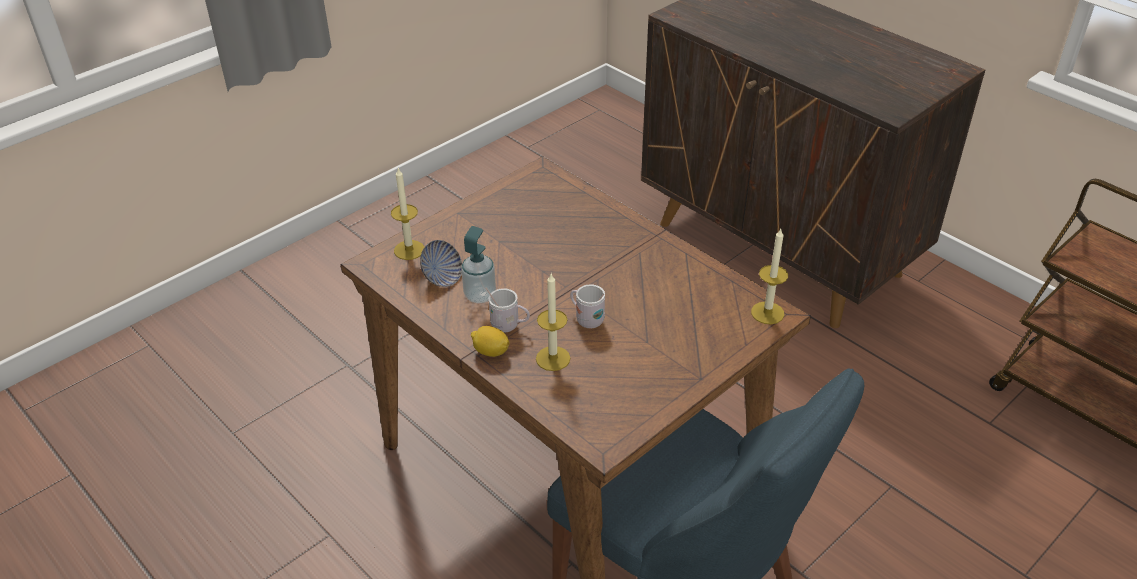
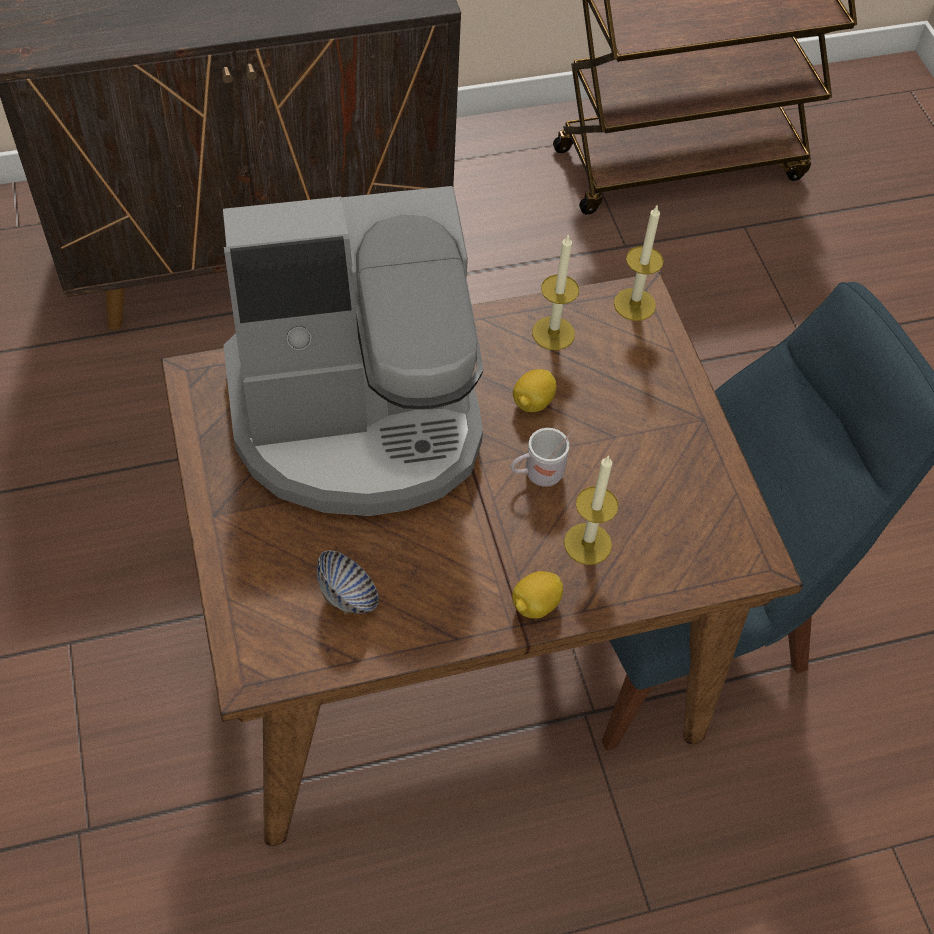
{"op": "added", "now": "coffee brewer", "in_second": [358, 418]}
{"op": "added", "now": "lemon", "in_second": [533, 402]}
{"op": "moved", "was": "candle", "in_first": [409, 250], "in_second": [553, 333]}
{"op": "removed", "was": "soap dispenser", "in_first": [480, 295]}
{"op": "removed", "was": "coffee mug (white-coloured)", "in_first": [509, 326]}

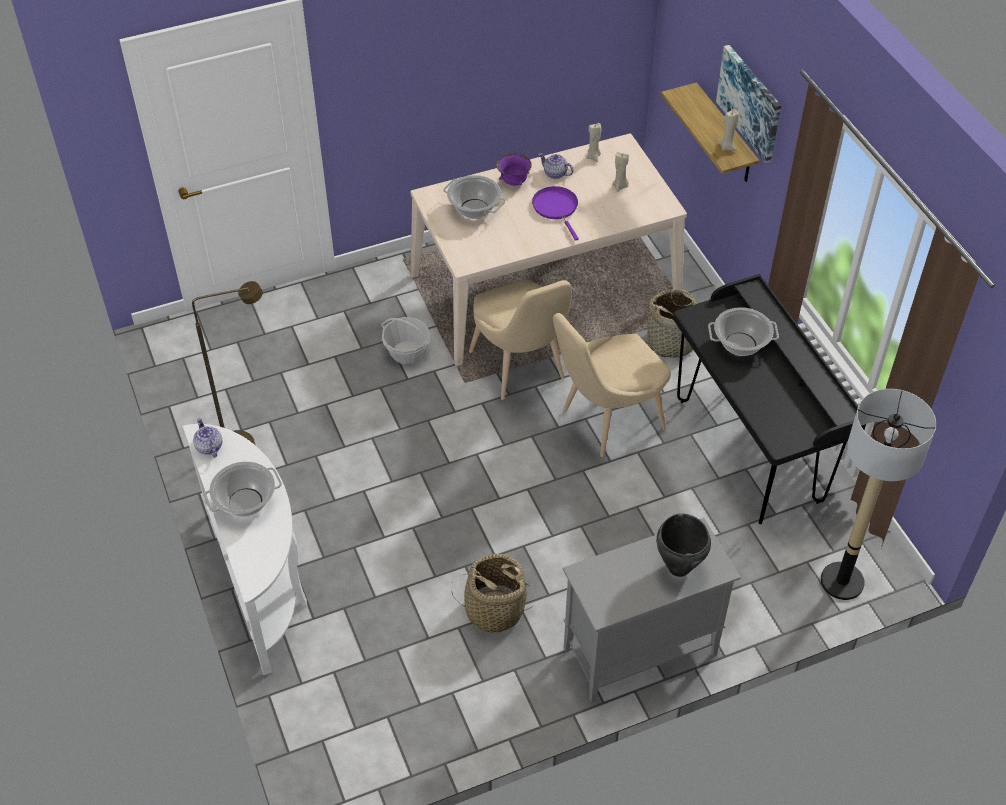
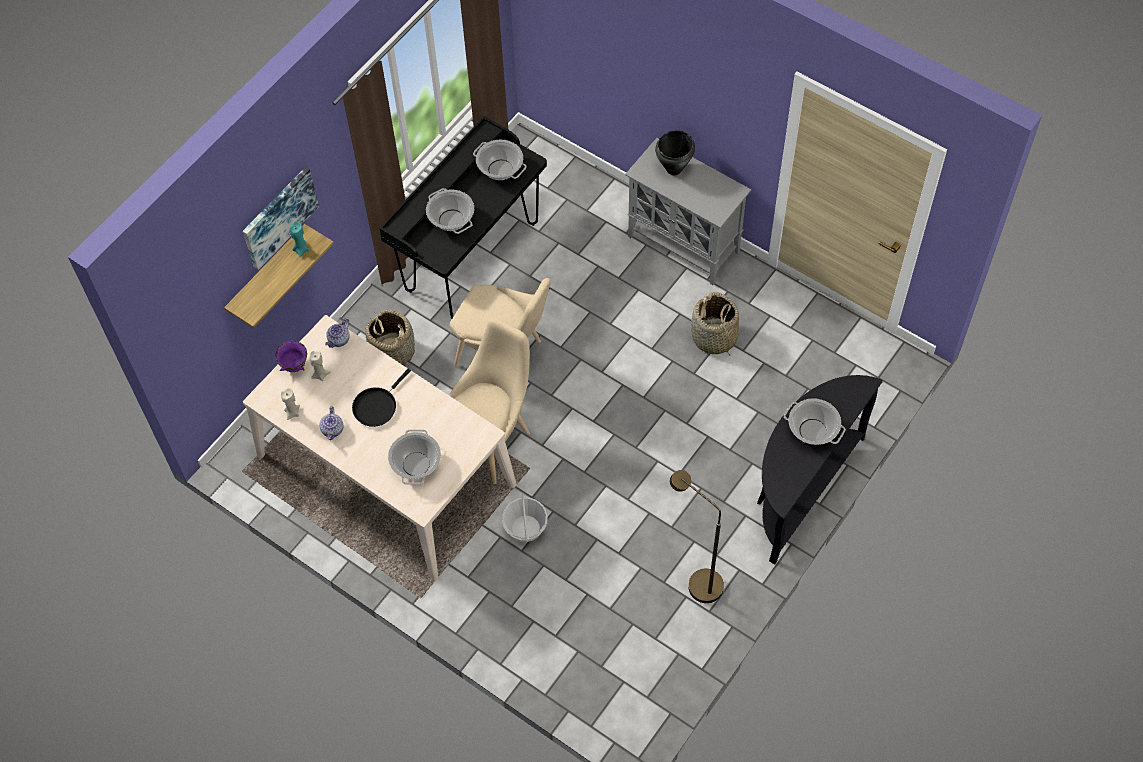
{"op": "moved", "was": "serving bowl (purple)", "in_first": [514, 182], "in_second": [294, 366]}
{"op": "recoloured", "was": "candle (sand-coloured)", "now": "candle (turquoise)", "in_first": [727, 147], "in_second": [301, 250]}
{"op": "moved", "was": "tea pot", "in_first": [209, 447], "in_second": [339, 340]}
{"op": "recoloured", "was": "skillet (purple)", "now": "skillet (black-coloured)", "in_first": [556, 208], "in_second": [377, 406]}
{"op": "added", "now": "saucepot", "in_second": [500, 170]}
{"op": "recoloured", "was": "console table (white-coloured)", "now": "console table (black-coloured)", "in_first": [262, 581], "in_second": [800, 488]}
{"op": "removed", "was": "standing lamp", "in_first": [842, 581]}

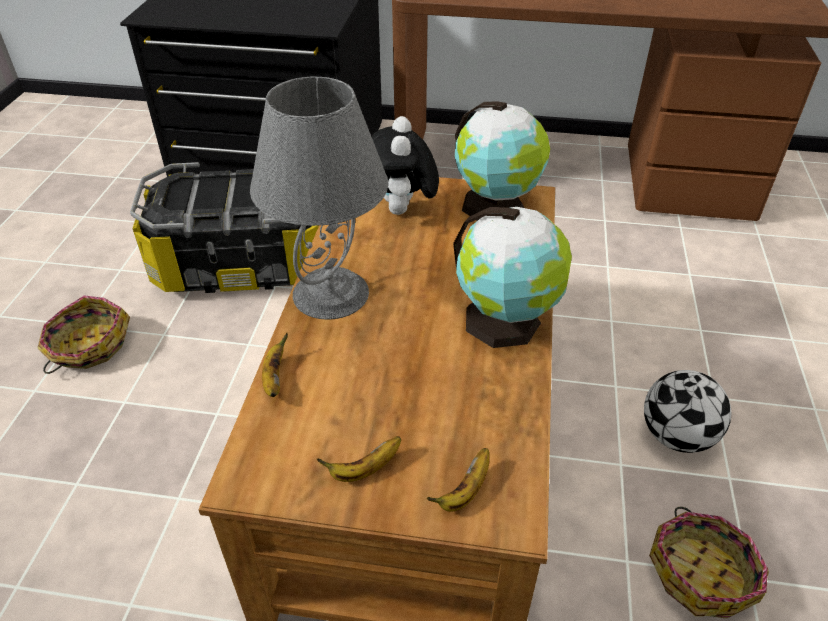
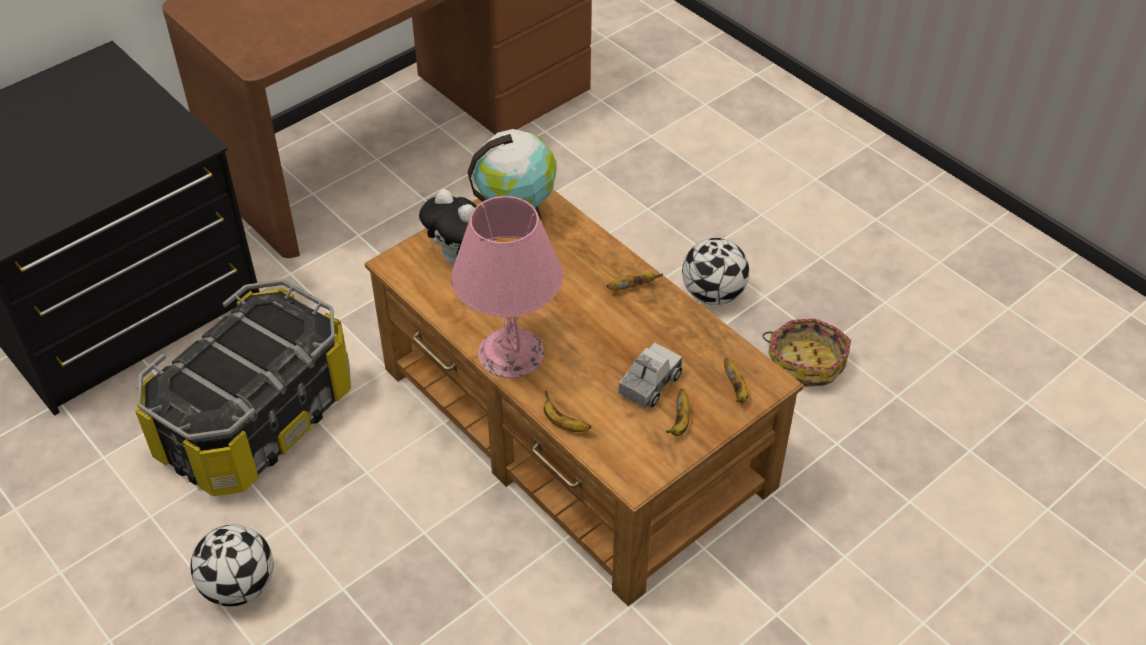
{"op": "replaced", "was": "household basket", "now": "football", "in_first": [88, 346], "in_second": [239, 586]}
{"op": "recoloured", "was": "tabletop lamp (grey)", "now": "tabletop lamp (pink)", "in_first": [331, 294], "in_second": [511, 353]}
{"op": "replaced", "was": "globe", "now": "whole banana", "in_first": [506, 322], "in_second": [632, 287]}
{"op": "added", "now": "model truck", "in_second": [649, 384]}

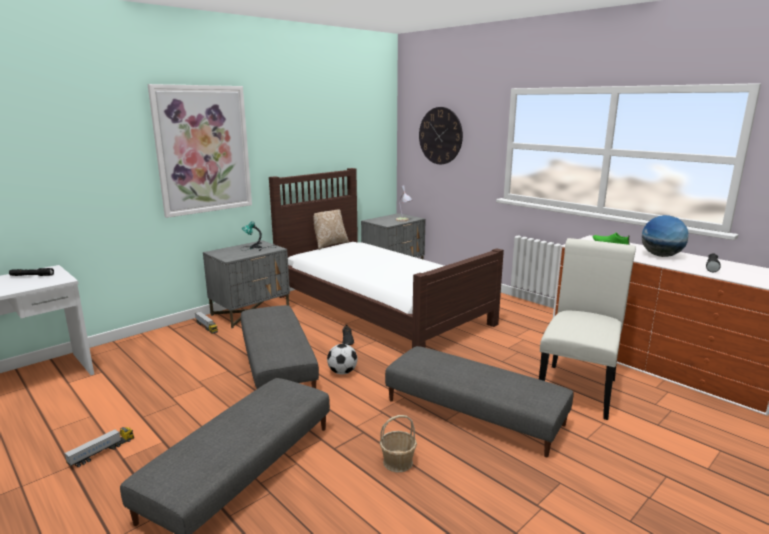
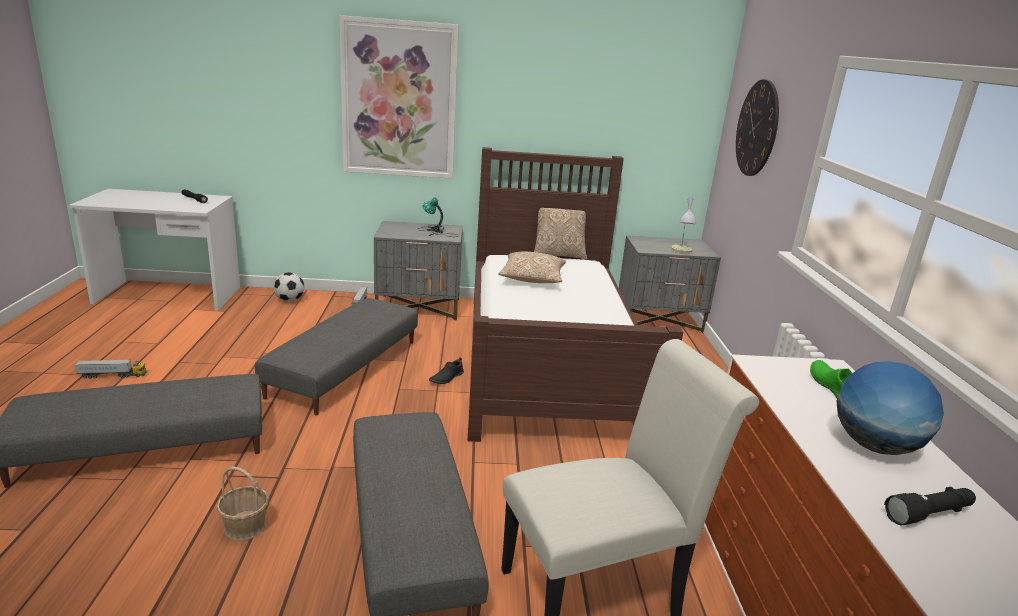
{"op": "moved", "was": "football", "in_first": [342, 372], "in_second": [290, 300]}
{"op": "added", "now": "cushion", "in_second": [532, 279]}

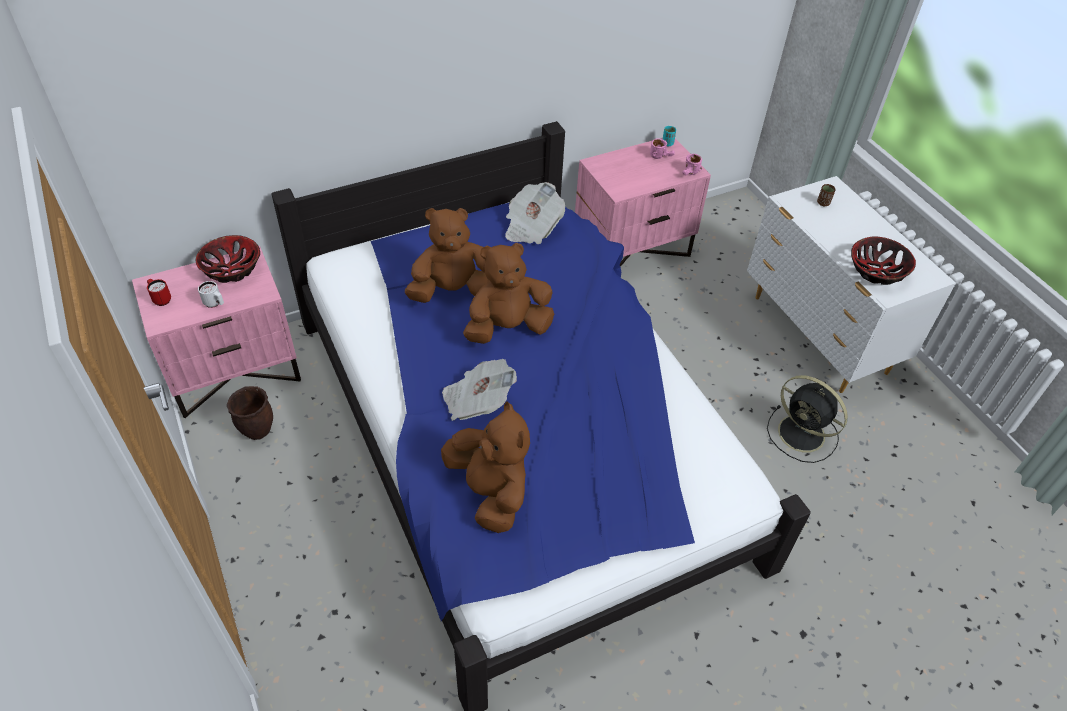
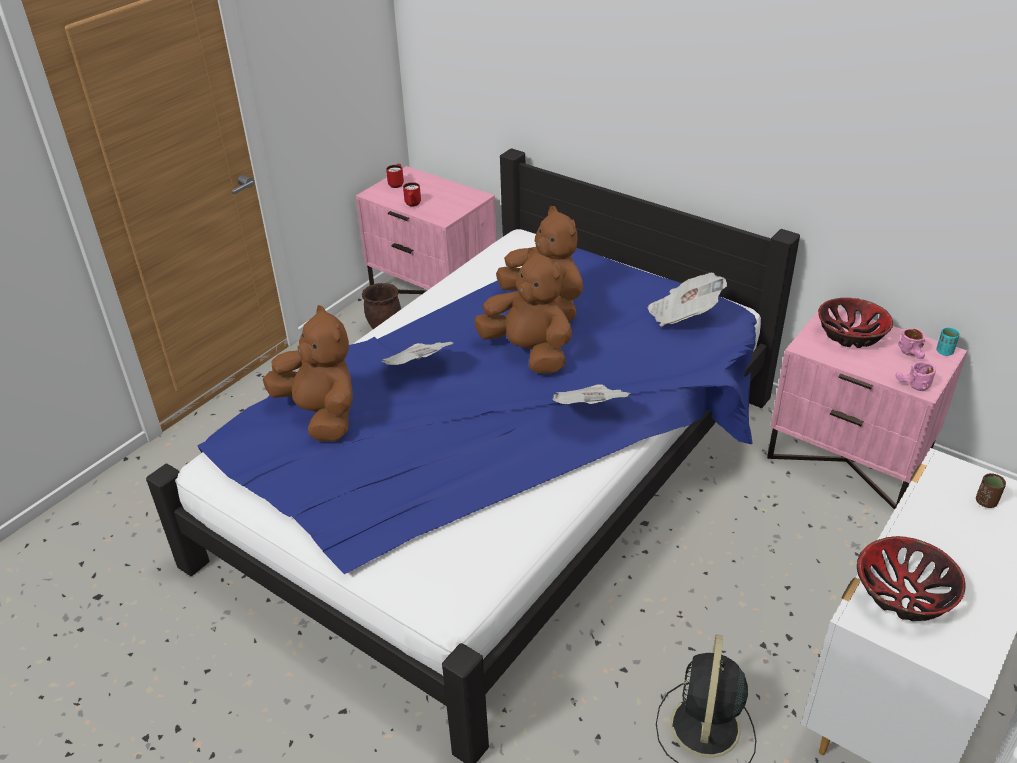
{"op": "turned", "was": "soft toy (brownish)", "in_first": [490, 492], "in_second": [321, 415], "clockwise": -75}
{"op": "recoloured", "was": "coffee mug (white-coloured)", "now": "coffee mug (red)", "in_first": [215, 304], "in_second": [412, 205]}
{"op": "added", "now": "newspaper", "in_second": [590, 411]}
{"op": "moved", "was": "serving bowl", "in_first": [232, 269], "in_second": [851, 335]}

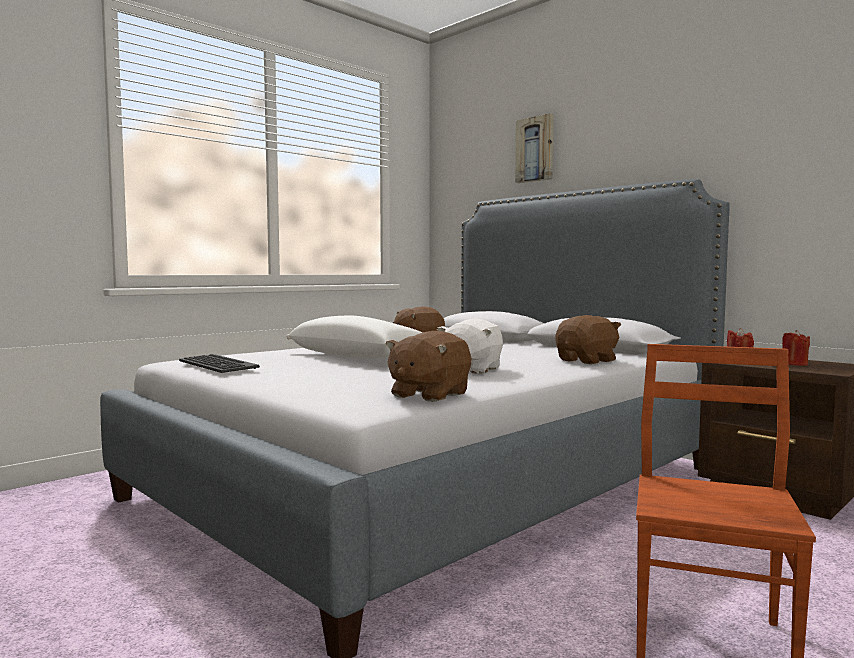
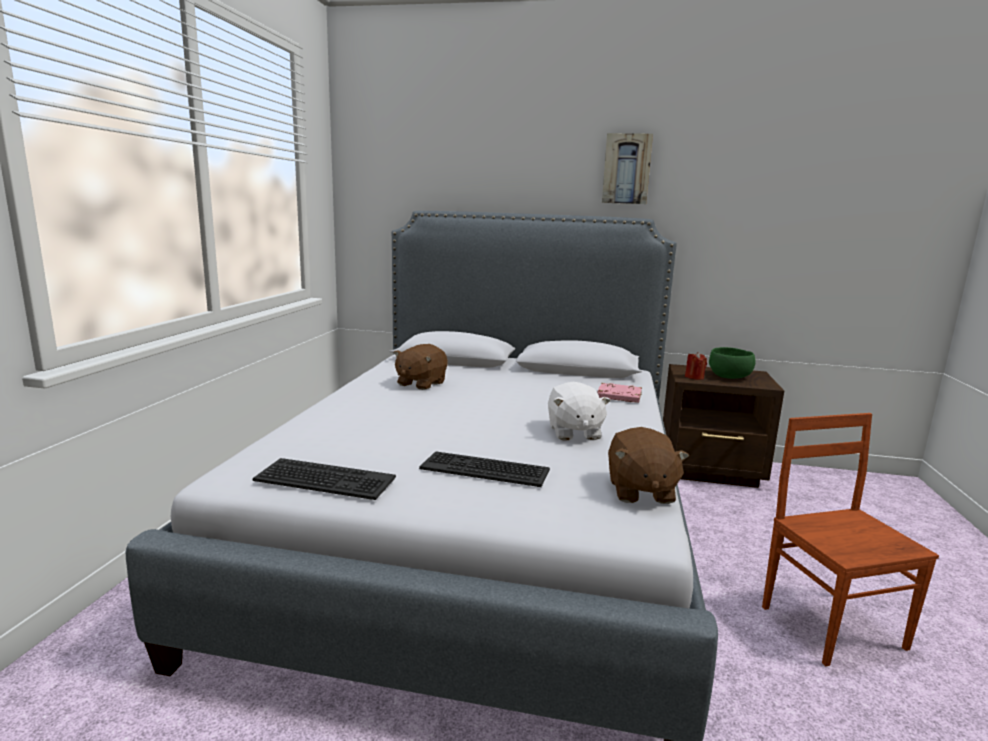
{"op": "added", "now": "computer keyboard", "in_second": [485, 469]}
{"op": "replaced", "was": "soft toy (brownish)", "now": "volume (pink)", "in_first": [587, 361], "in_second": [618, 397]}
{"op": "moved", "was": "wall art", "in_first": [535, 149], "in_second": [626, 169]}
{"op": "replaced", "was": "candle (red)", "now": "serving bowl (green-coloured)", "in_first": [794, 364], "in_second": [730, 377]}
{"op": "removed", "was": "cushion (white-coloured)", "in_first": [358, 356]}

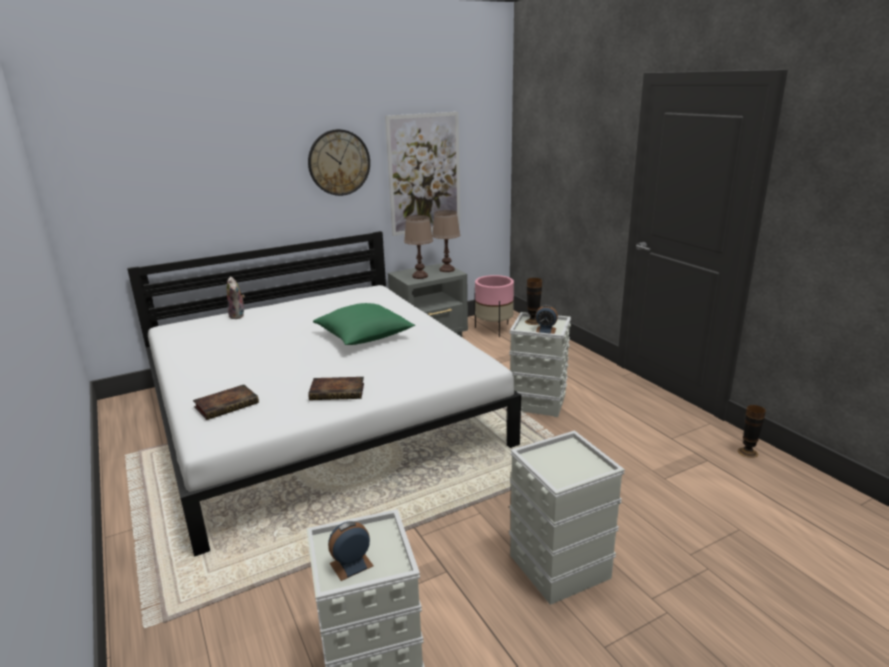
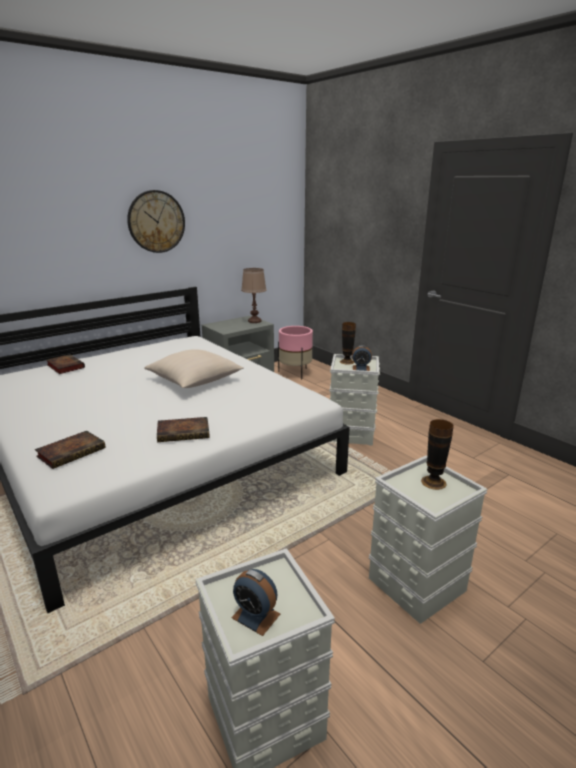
{"op": "replaced", "was": "soft toy", "now": "volume", "in_first": [238, 316], "in_second": [64, 366]}
{"op": "recoloured", "was": "cushion (green-coloured)", "now": "cushion (sand-coloured)", "in_first": [364, 336], "in_second": [194, 380]}
{"op": "turned", "was": "bedside clock", "in_first": [351, 564], "in_second": [256, 616], "clockwise": -105}
{"op": "moved", "was": "vase", "in_first": [747, 452], "in_second": [433, 482]}
{"op": "removed", "was": "wall art", "in_first": [424, 174]}
{"op": "removed", "was": "tabletop lamp (brownish)", "in_first": [419, 276]}

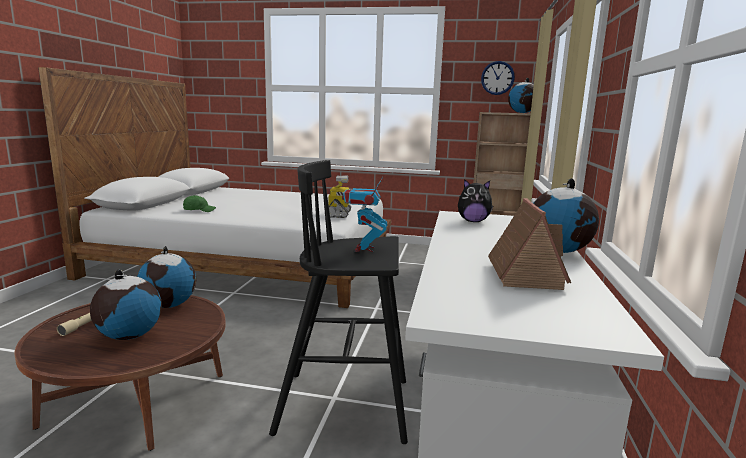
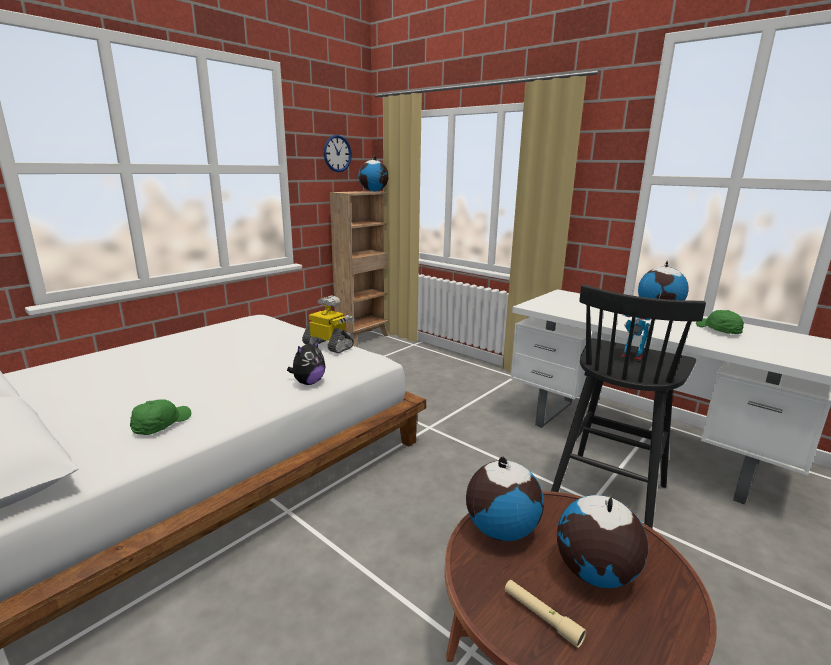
{"op": "moved", "was": "soft toy", "in_first": [473, 221], "in_second": [308, 382]}
{"op": "replaced", "was": "miniature house", "now": "baseball cap (green-coloured)", "in_first": [523, 274], "in_second": [717, 330]}

